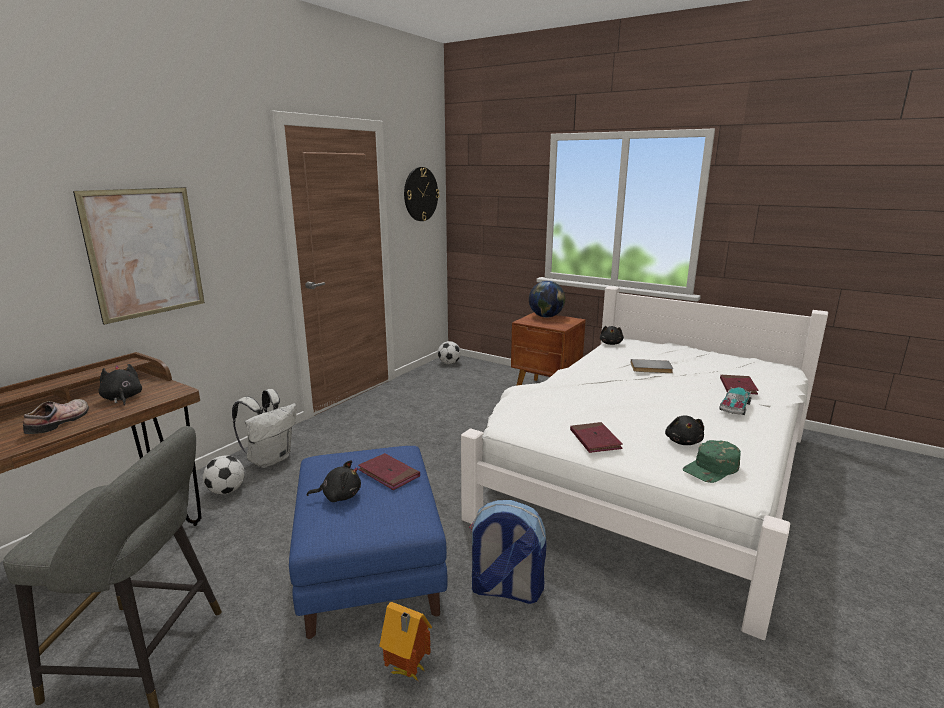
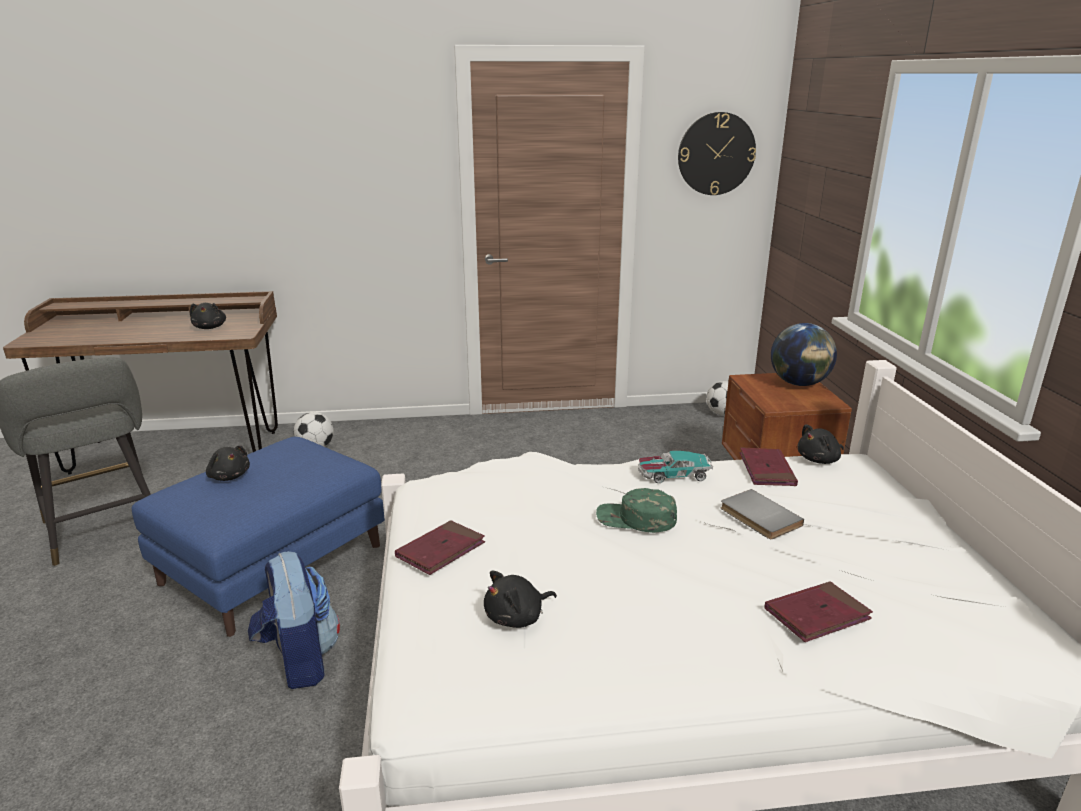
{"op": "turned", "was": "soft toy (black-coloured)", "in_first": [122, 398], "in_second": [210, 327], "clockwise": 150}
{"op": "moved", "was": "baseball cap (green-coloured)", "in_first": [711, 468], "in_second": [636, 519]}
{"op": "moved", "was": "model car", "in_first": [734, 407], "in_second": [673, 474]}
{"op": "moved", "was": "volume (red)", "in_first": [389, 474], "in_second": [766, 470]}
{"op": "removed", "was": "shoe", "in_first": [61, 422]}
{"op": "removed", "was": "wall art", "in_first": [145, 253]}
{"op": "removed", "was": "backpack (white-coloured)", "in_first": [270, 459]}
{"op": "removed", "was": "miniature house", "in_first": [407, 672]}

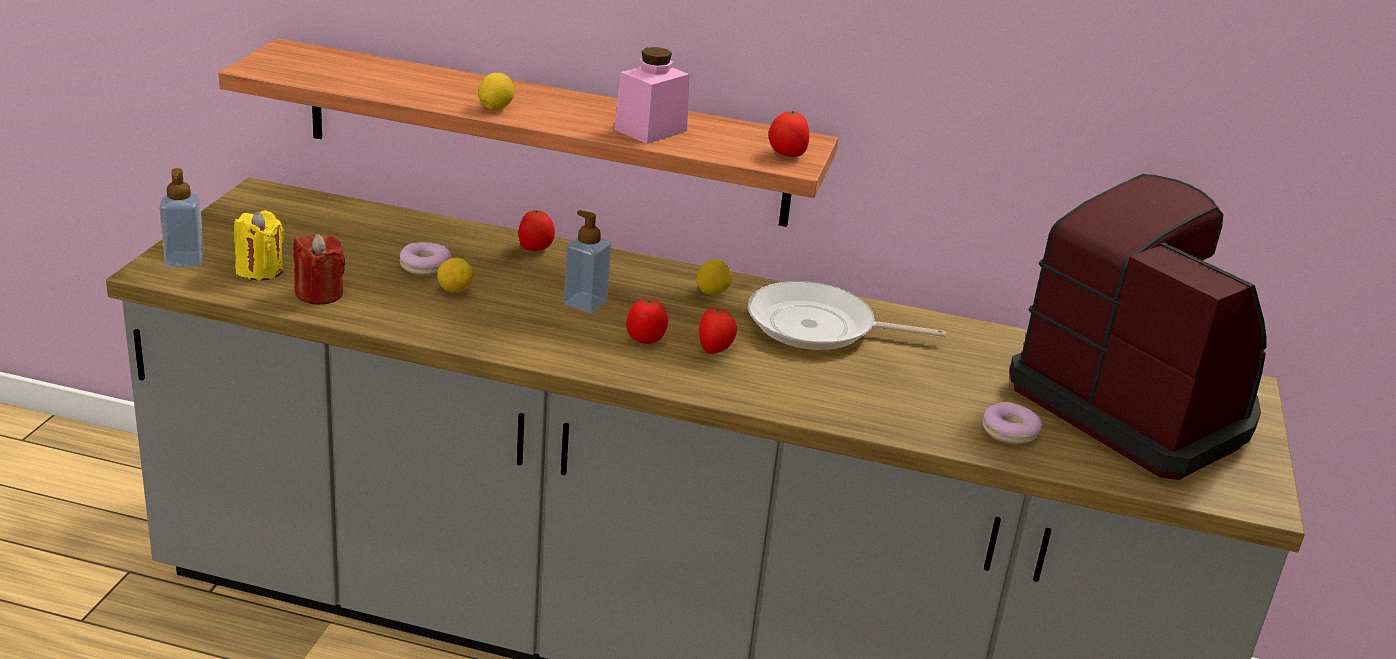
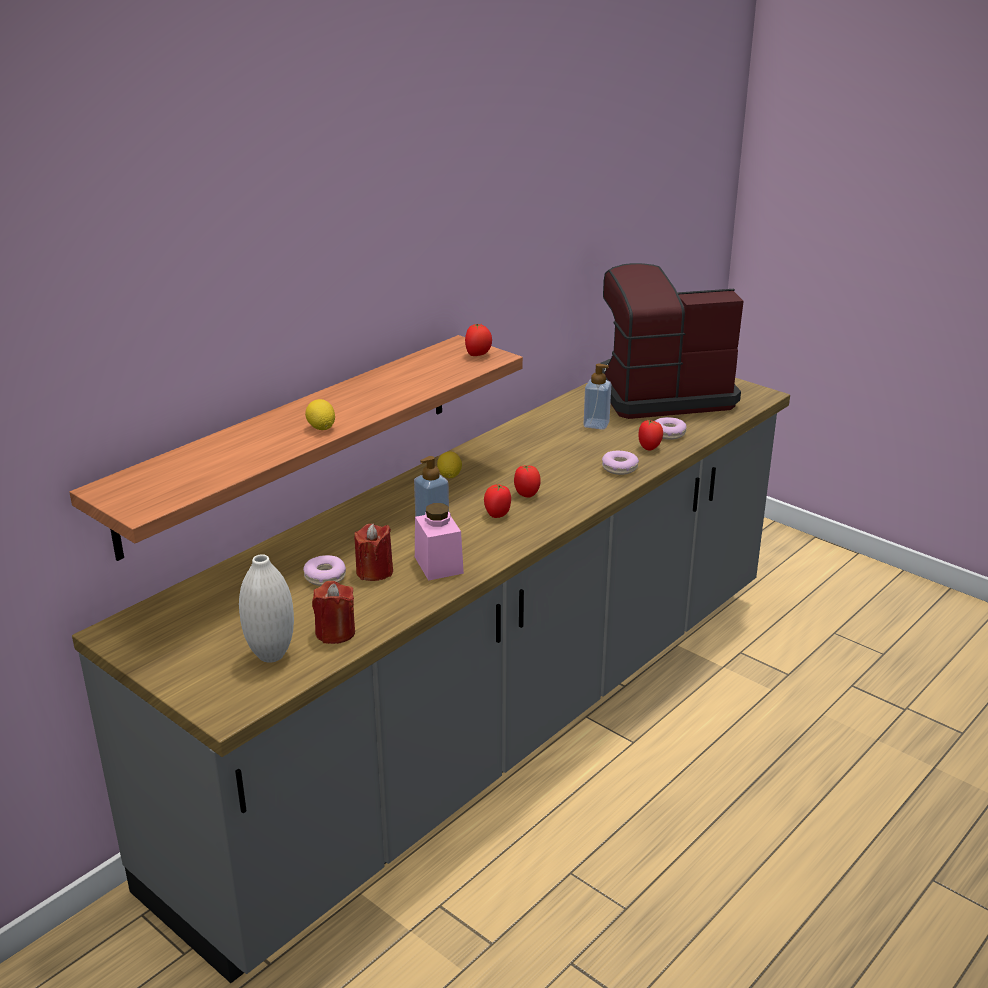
{"op": "replaced", "was": "candle (yellowish)", "now": "vase (white-coloured)", "in_first": [260, 270], "in_second": [271, 655]}
{"op": "replaced", "was": "lemon", "now": "candle (red)", "in_first": [454, 290], "in_second": [374, 571]}
{"op": "moved", "was": "jar (pink)", "in_first": [650, 130], "in_second": [438, 565]}
{"op": "moved", "was": "soap dispenser", "in_first": [184, 260], "in_second": [596, 424]}
{"op": "added", "now": "doughnut", "in_second": [619, 468]}
{"op": "moved", "was": "tomato", "in_first": [535, 249], "in_second": [649, 448]}
{"op": "removed", "was": "skillet", "in_first": [818, 327]}

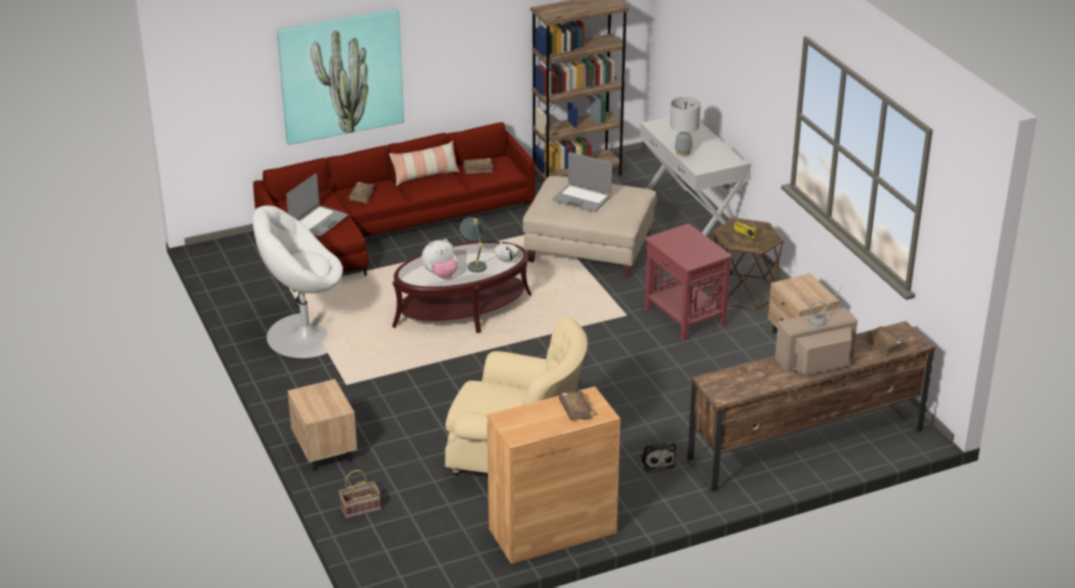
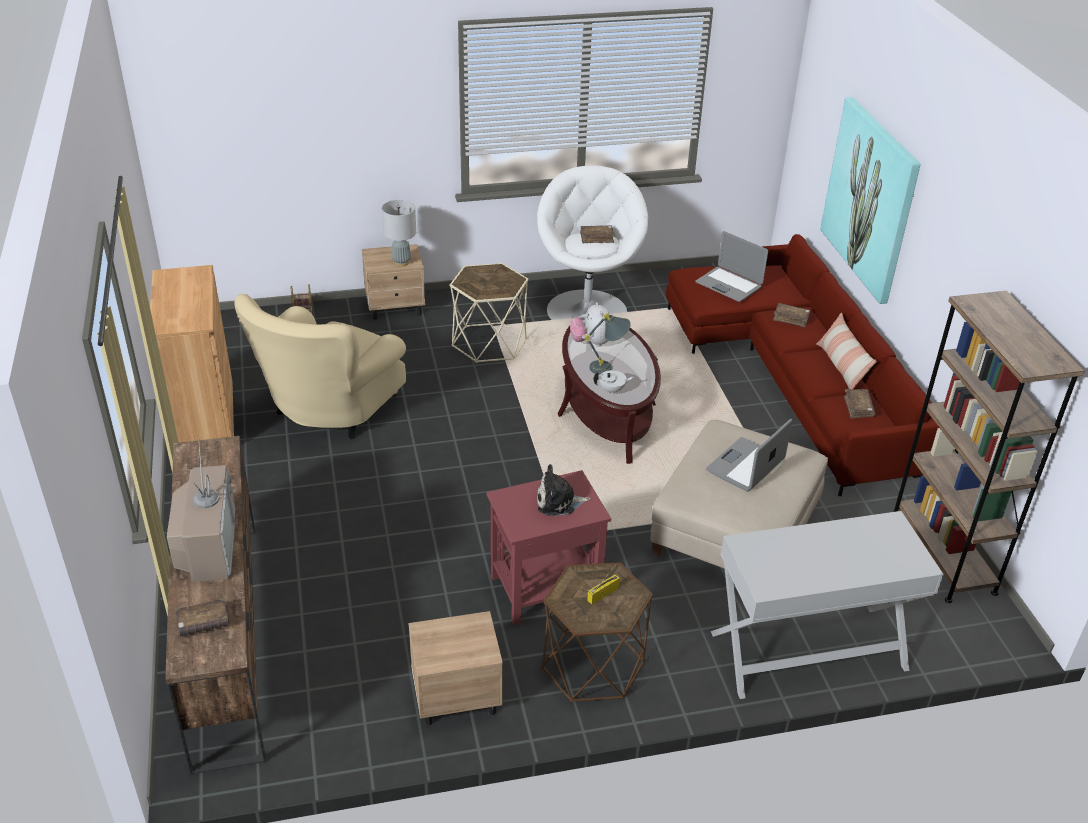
{"op": "moved", "was": "tabletop lamp (grey)", "in_first": [683, 153], "in_second": [401, 262]}
{"op": "added", "now": "accent table (sand-coloured)", "in_second": [489, 343]}
{"op": "moved", "was": "soft toy", "in_first": [656, 461], "in_second": [558, 502]}
{"op": "moved", "was": "volume (brownish)", "in_first": [575, 410], "in_second": [597, 238]}

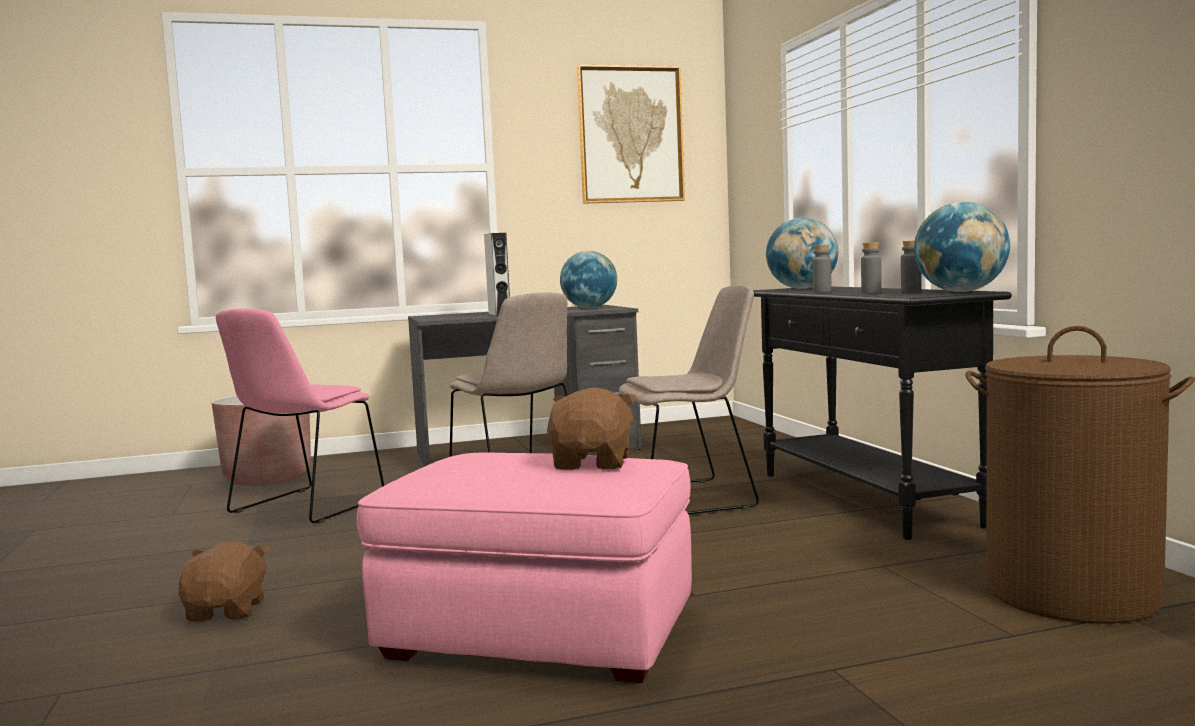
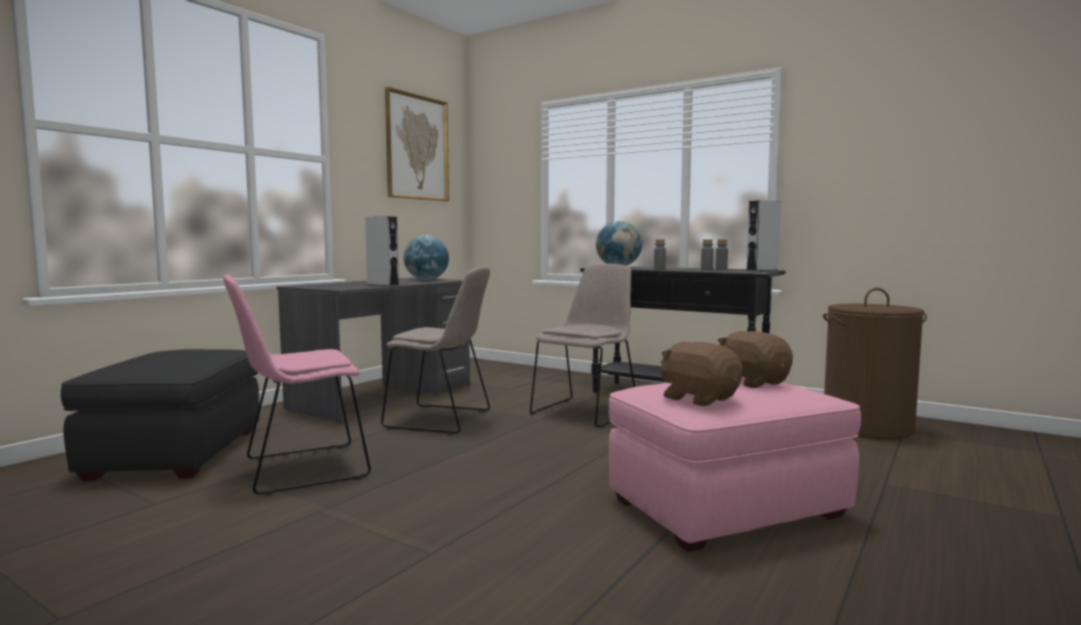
{"op": "replaced", "was": "plant pot (brownish)", "now": "footrest (black-coloured)", "in_first": [267, 478], "in_second": [177, 452]}
{"op": "turned", "was": "upright chair (pink)", "in_first": [304, 507], "in_second": [300, 469], "clockwise": 75}
{"op": "moved", "was": "soft toy (brownish)", "in_first": [227, 611], "in_second": [698, 399]}
{"op": "replaced", "was": "globe", "now": "loudspeaker (grey)", "in_first": [961, 292], "in_second": [762, 270]}

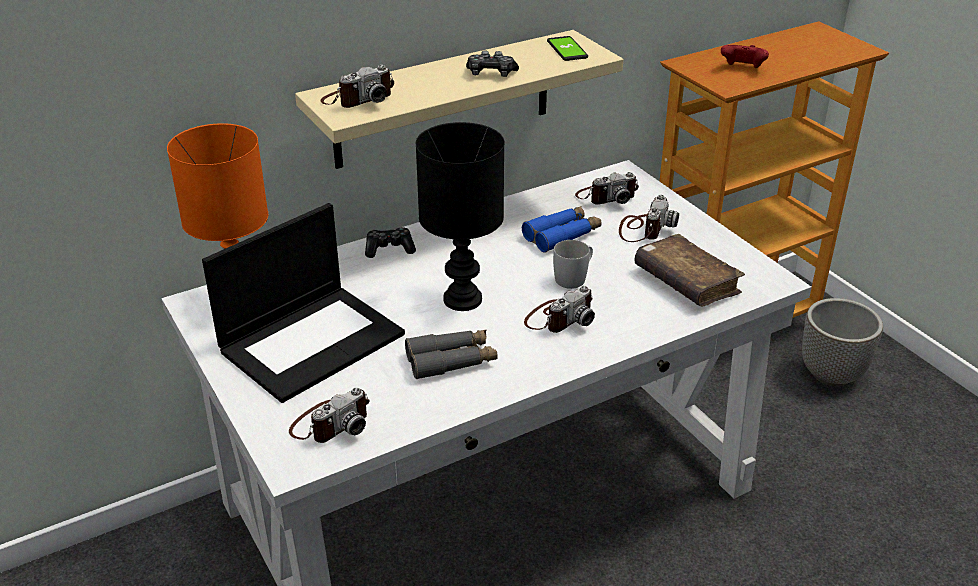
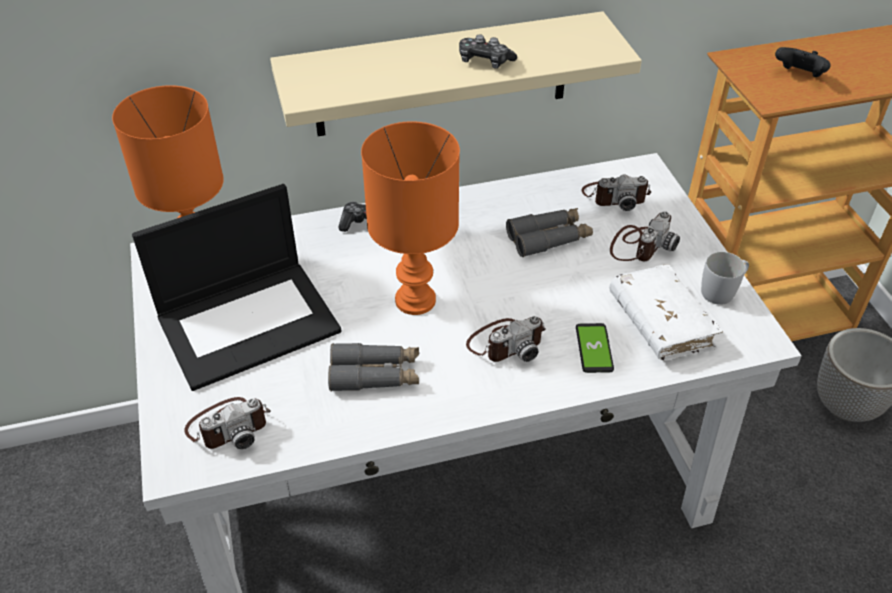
{"op": "recoloured", "was": "tabletop lamp (black-coloured)", "now": "tabletop lamp (orange-coloured)", "in_first": [461, 300], "in_second": [413, 300]}
{"op": "recoloured", "was": "field glasses (blue)", "now": "field glasses (grey)", "in_first": [562, 235], "in_second": [549, 238]}
{"op": "moved", "was": "phone", "in_first": [567, 49], "in_second": [594, 348]}
{"op": "recoloured", "was": "volume (brownish)", "now": "volume (white-coloured)", "in_first": [686, 282], "in_second": [660, 322]}
{"op": "moved", "was": "coffee mug (white-coloured)", "in_first": [574, 277], "in_second": [722, 291]}
{"op": "recoloured", "was": "game controller (red)", "now": "game controller (black-coloured)", "in_first": [742, 69], "in_second": [798, 76]}
{"op": "removed", "was": "still camera", "in_first": [358, 98]}

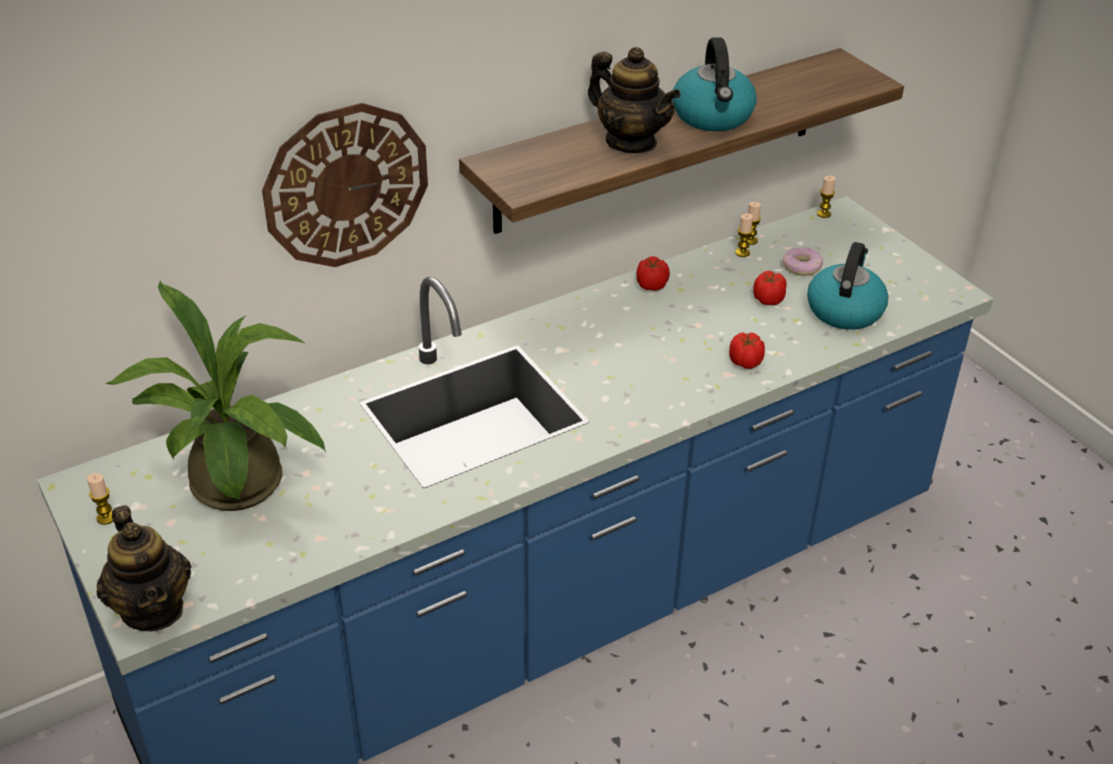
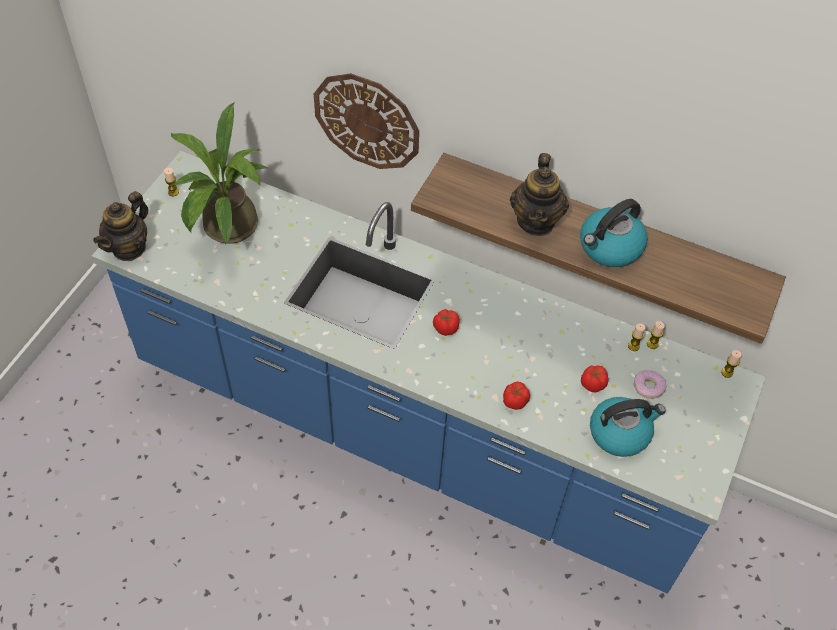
{"op": "moved", "was": "tomato", "in_first": [651, 285], "in_second": [445, 328]}

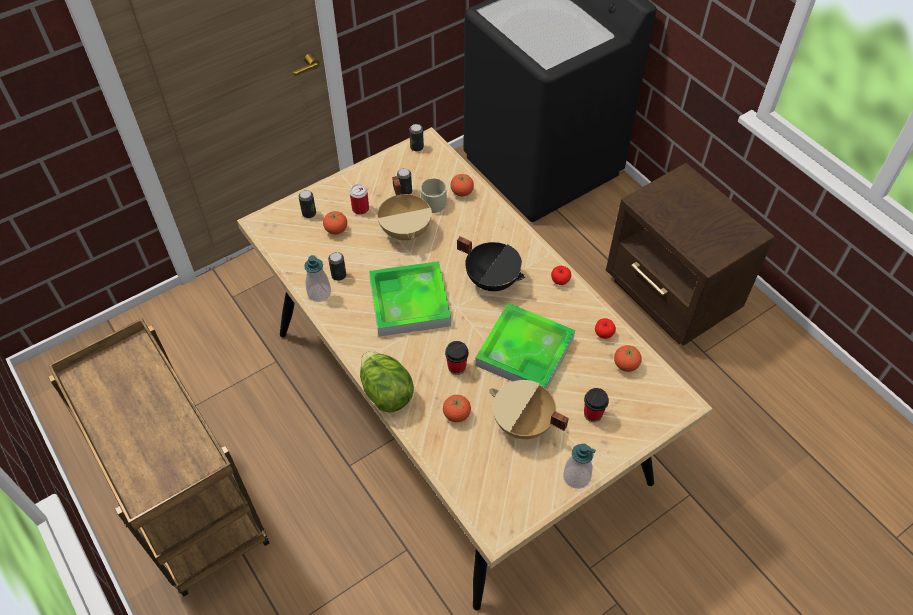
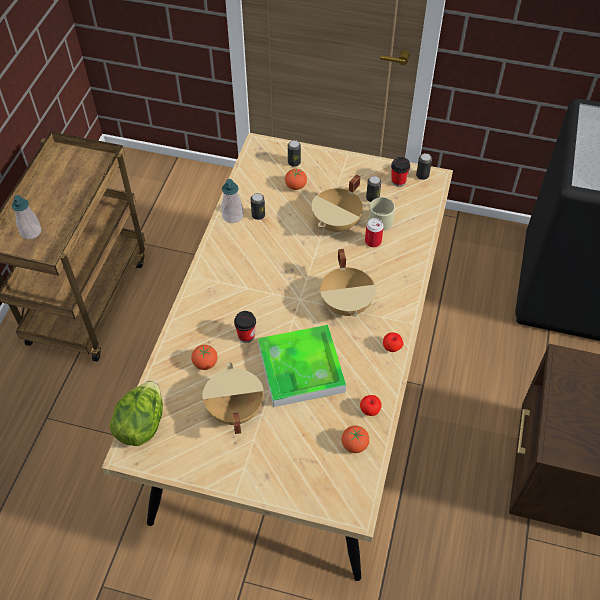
{"op": "moved", "was": "soap dispenser", "in_first": [576, 477], "in_second": [31, 232]}
{"op": "moved", "was": "lettuce", "in_first": [386, 392], "in_second": [141, 424]}
{"op": "recoloured", "was": "saucepot (black-coloured)", "now": "saucepot (sand-coloured)", "in_first": [492, 280], "in_second": [347, 304]}
{"op": "moved", "was": "can", "in_first": [360, 209], "in_second": [373, 241]}
{"op": "moved", "was": "small cup", "in_first": [592, 414], "in_second": [398, 181]}
{"op": "removed", "was": "carrying tray", "in_first": [409, 302]}
{"op": "removed", "was": "tomato", "in_first": [462, 192]}

